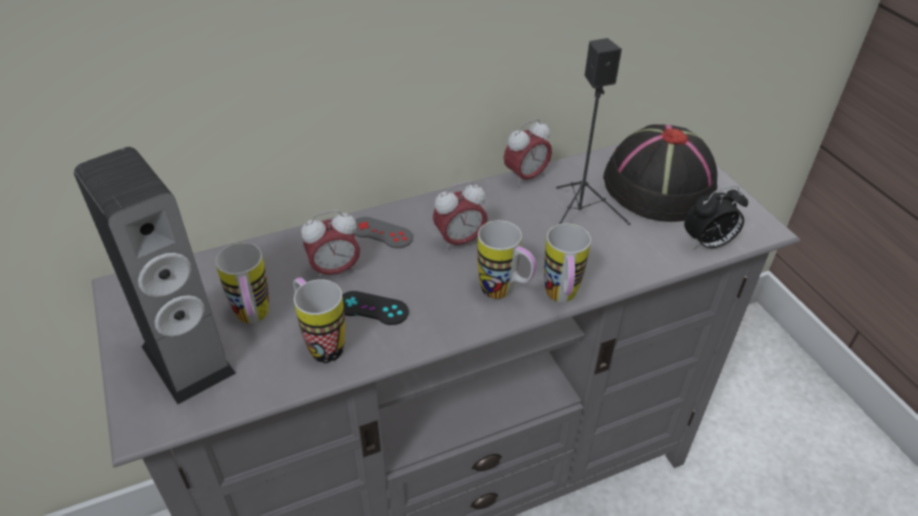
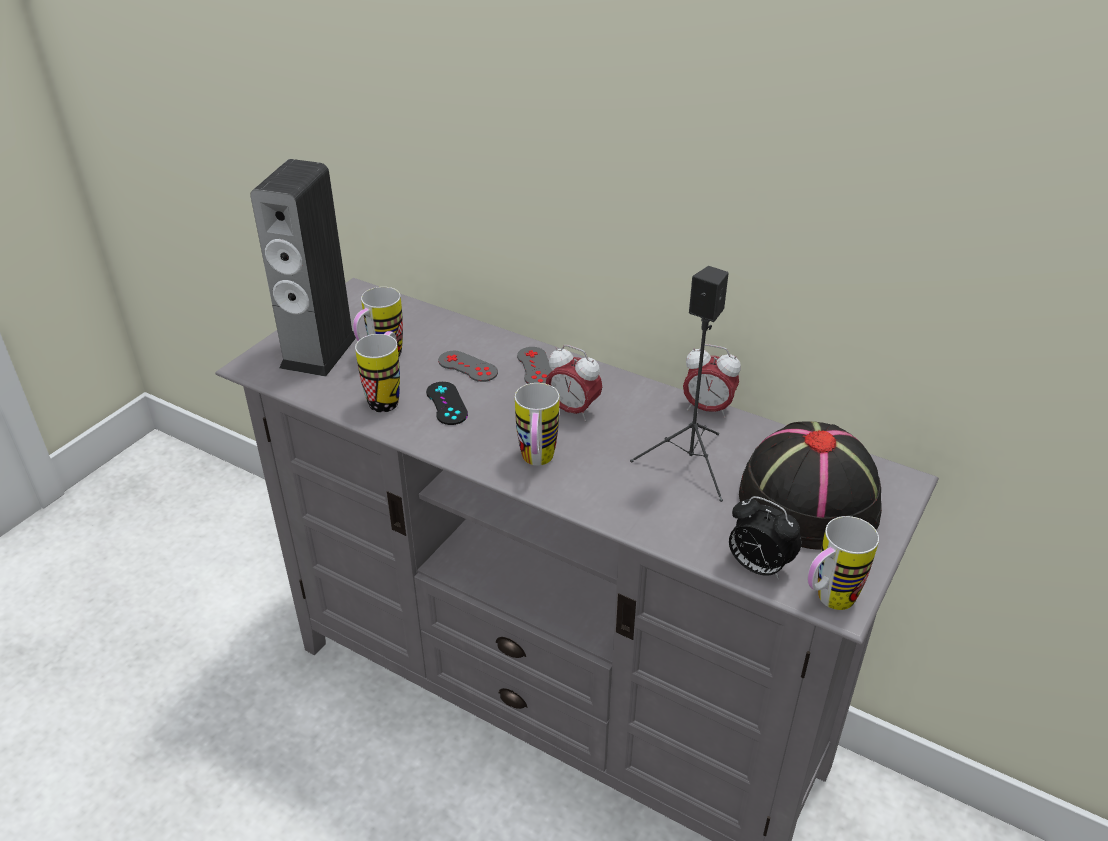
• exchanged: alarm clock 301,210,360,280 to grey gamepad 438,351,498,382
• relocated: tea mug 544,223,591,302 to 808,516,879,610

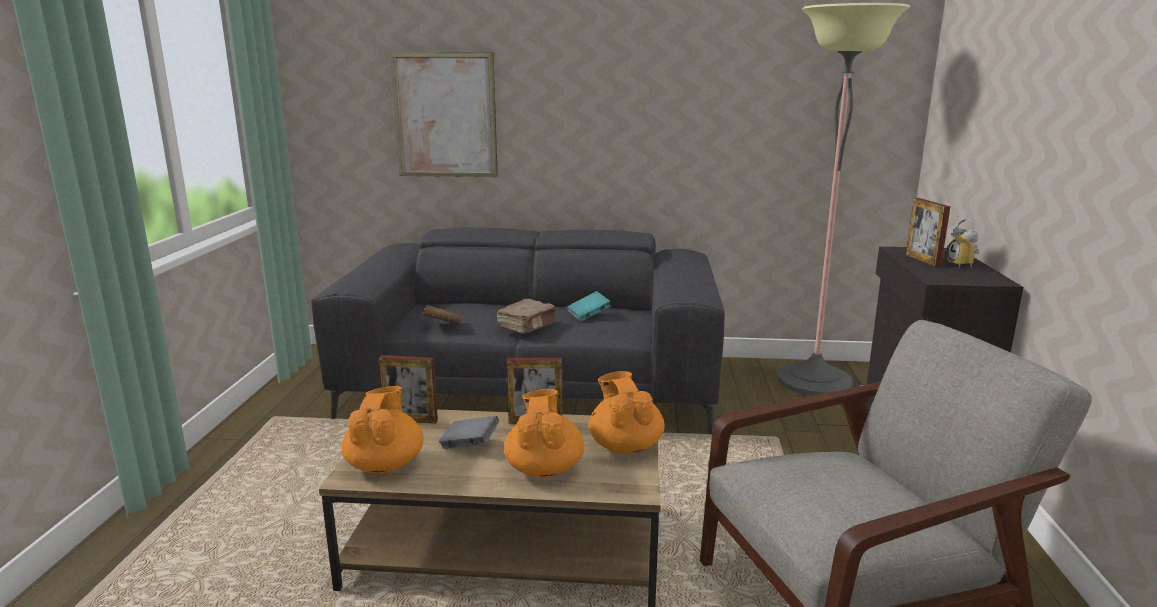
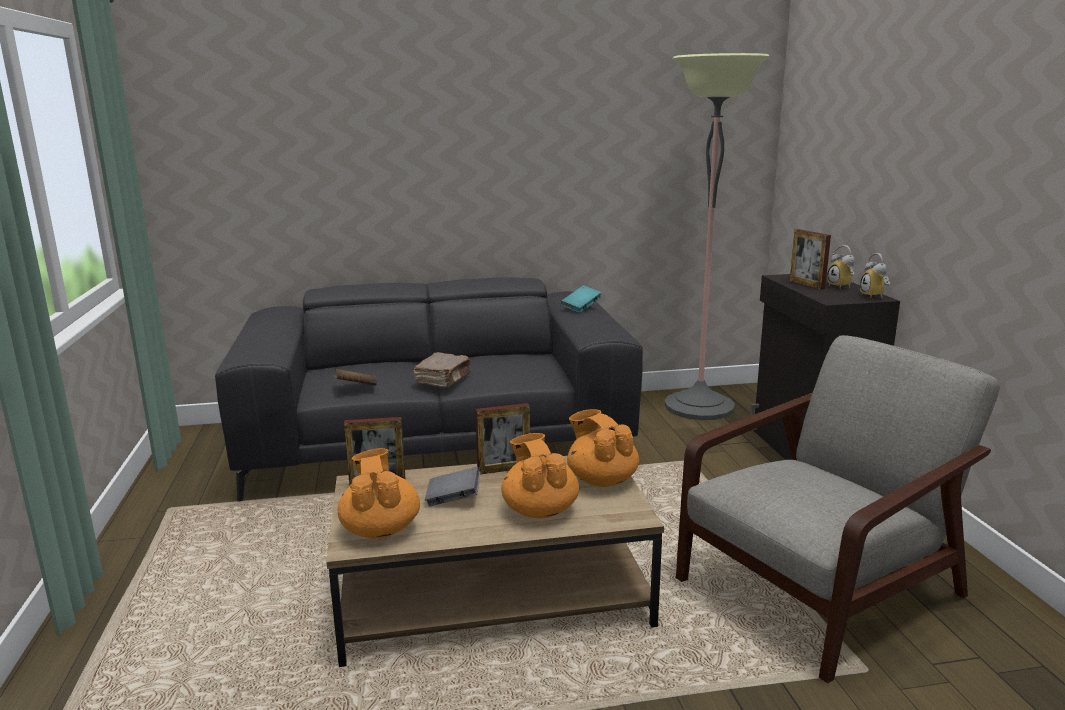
• missing: wall picture 390,52,498,177
• relocated: turquoise-coloured book 567,291,611,321 to 561,285,602,313
• appeared: alarm clock 860,253,890,299

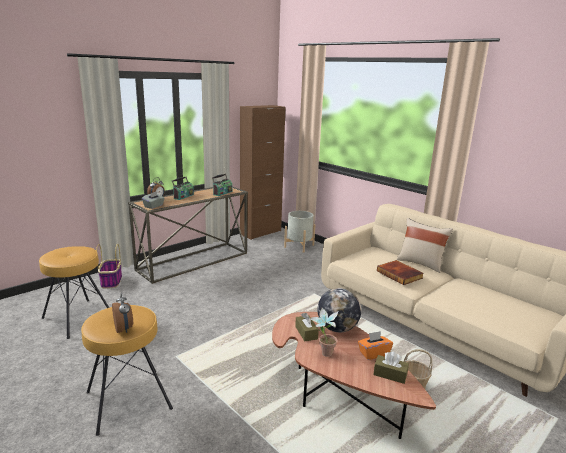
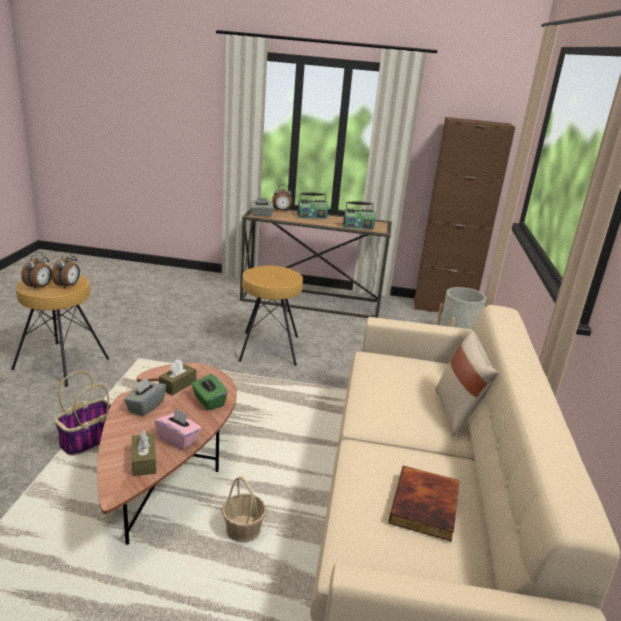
• relocated: brown-coloured sitting stool 39,246,109,339 to 238,266,303,366
• relocated: basket 96,244,122,288 to 55,371,112,456
• exchanged: potted plant 309,308,338,357 to grey tissue holder 124,377,166,416
• exchanged: world globe 317,288,361,332 to green-coloured tissue holder 192,374,227,410
• colour: orange tissue holder 358,331,393,360 to pinkish tissue holder 155,408,202,450
• relocated: book 377,260,424,285 to 389,466,460,542
• appeared: alarm clock 52,251,80,289

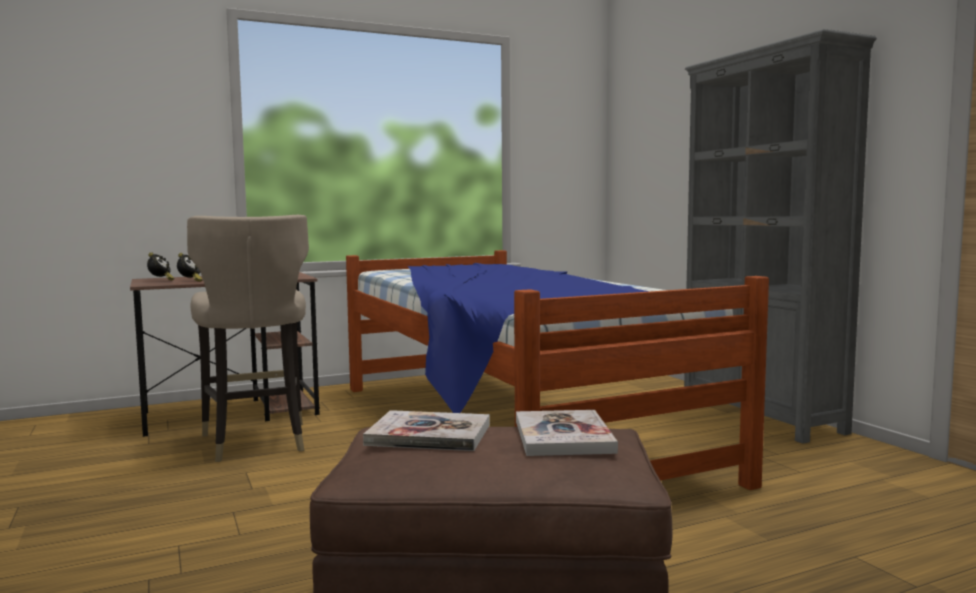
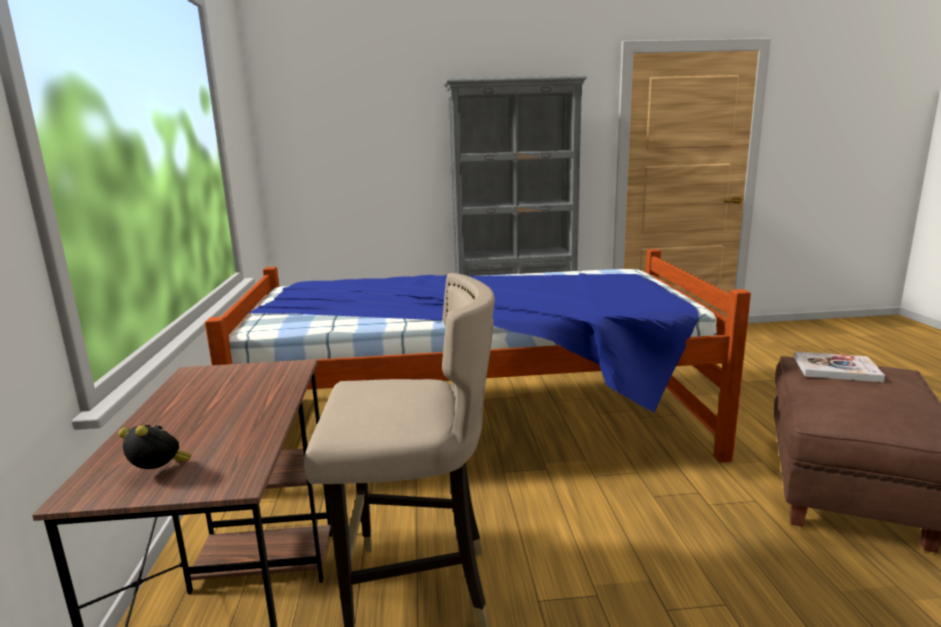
• missing: alarm clock 177,253,203,282
• missing: book 363,410,490,451

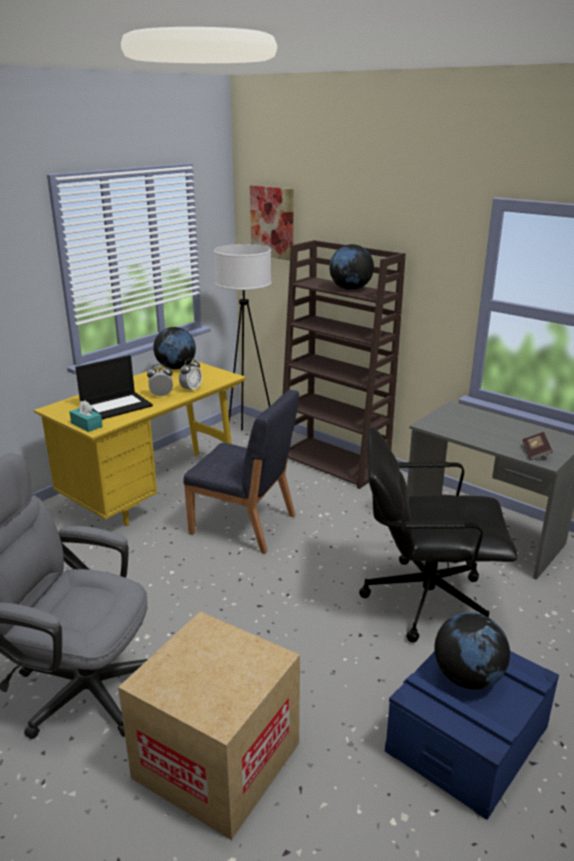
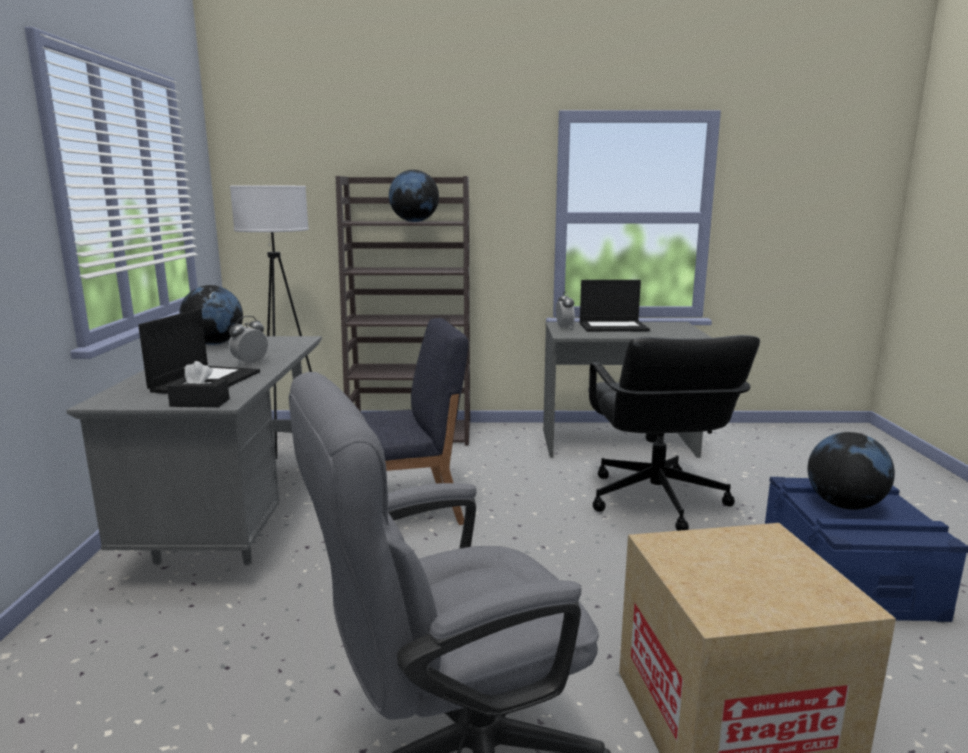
• colour: yellow-coloured desk 34,360,246,526 to grey desk 66,336,322,565
• colour: turquoise-coloured tissue holder 69,400,103,432 to black tissue holder 167,361,230,407
• relocated: alarm clock 179,358,202,392 to 556,291,575,329
• missing: wall picture 250,185,294,261
• spun: black computer chair 359,427,518,643 = 588,335,760,531 60 degrees counterclockwise
• missing: book 523,432,553,460
• appeared: portable computer 579,280,650,332

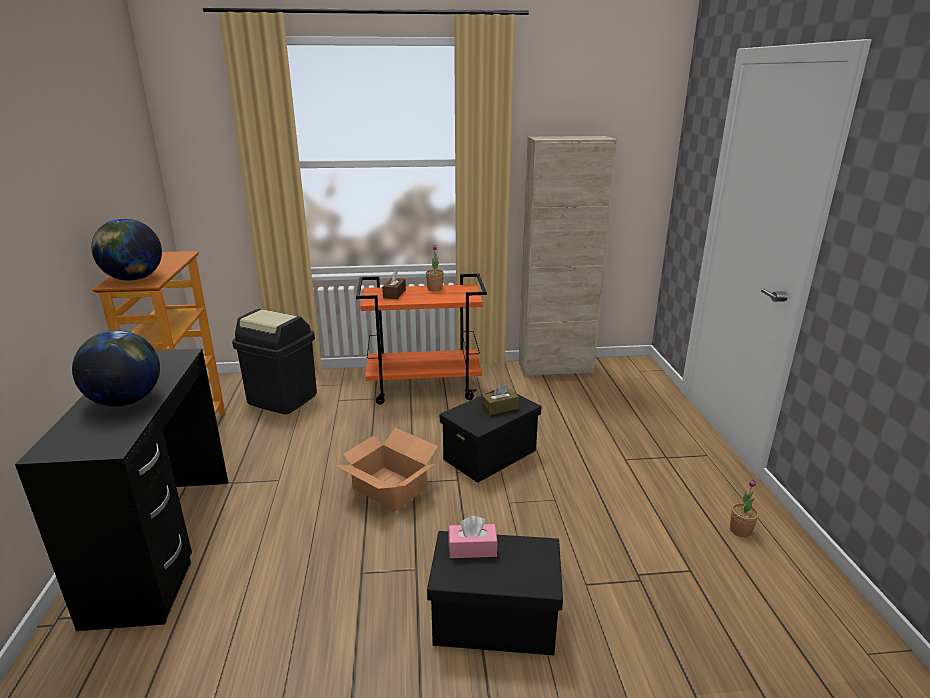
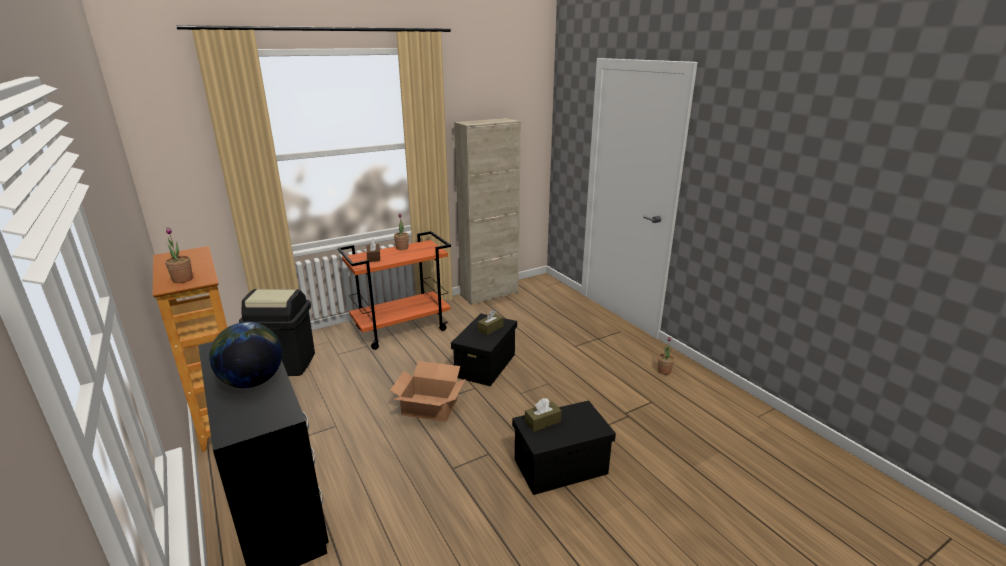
• exchanged: world globe 91,219,162,281 to potted plant 165,227,193,283
• colour: pinkish tissue holder 448,516,498,558 to brown-coloured tissue holder 525,398,562,432

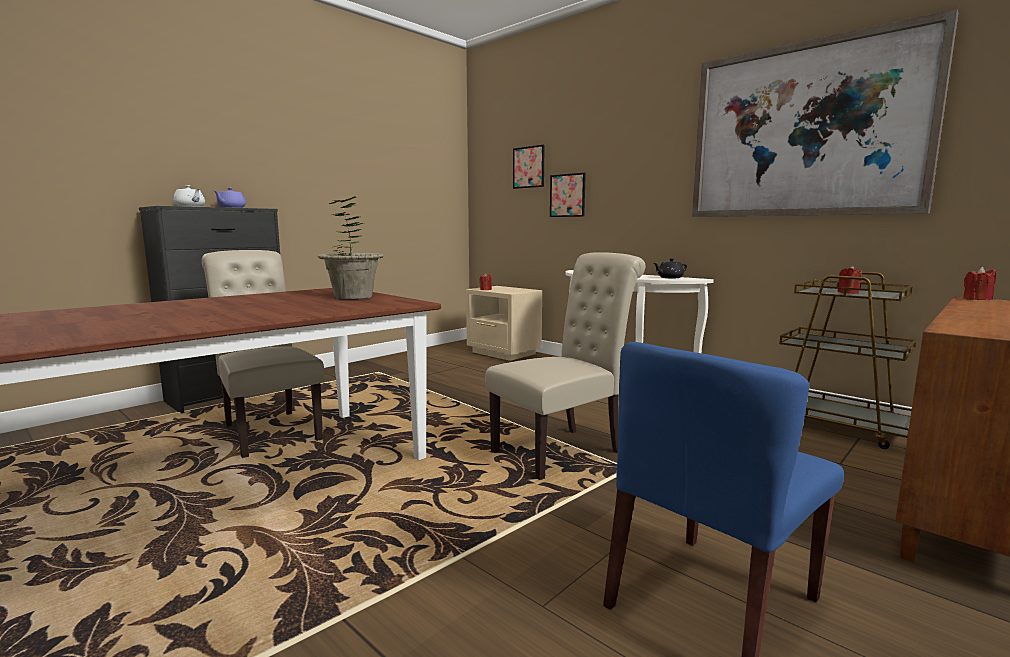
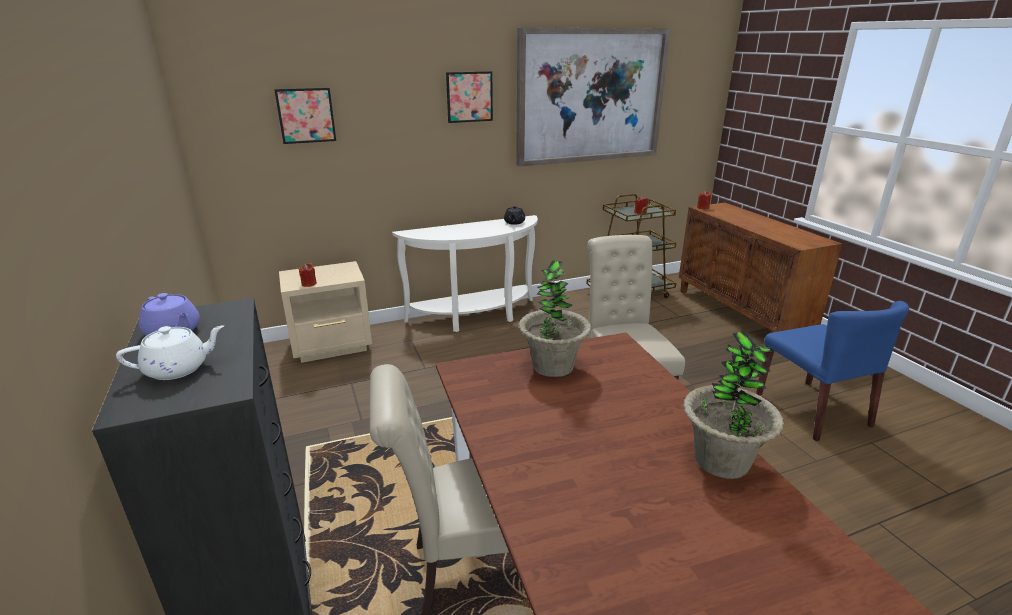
• relocated: wall picture 550,173,586,217 to 446,71,493,123
• appeared: potted plant 683,331,784,479

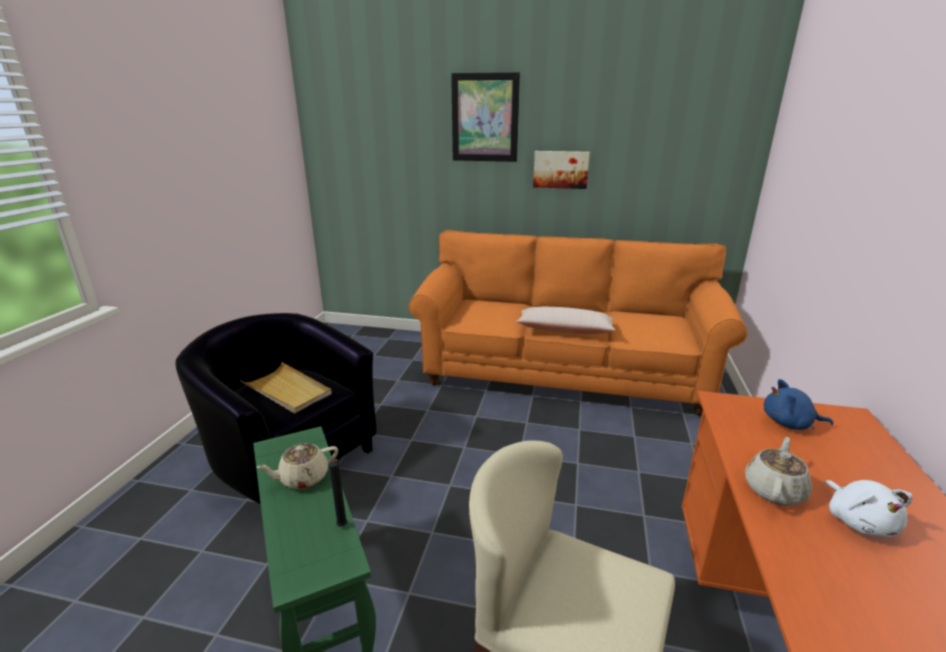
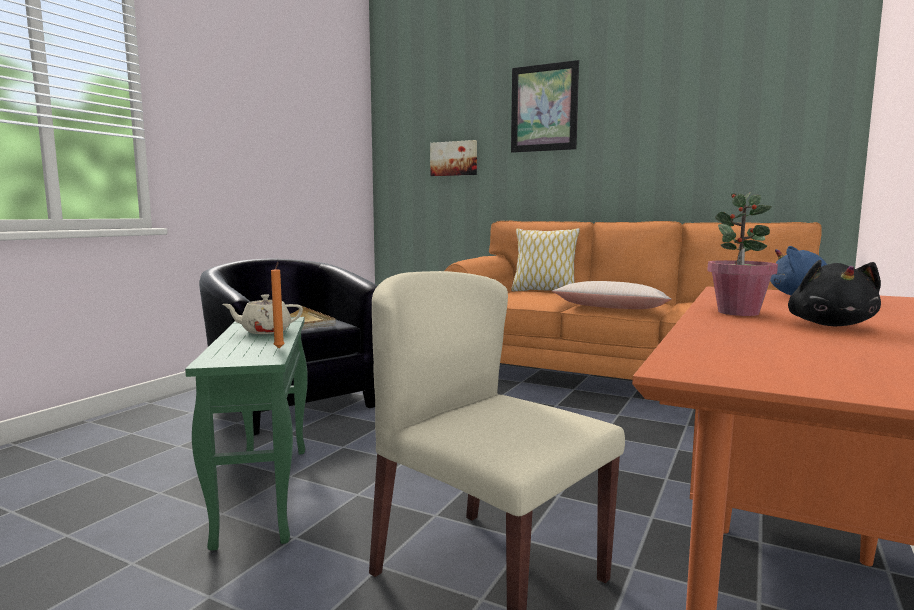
• colour: black wax light 329,459,348,527 to orange wax light 271,262,285,348
• relocated: wall picture 533,151,590,189 to 430,140,477,176
• exchanged: beige pot for tea 745,437,812,505 to potted plant 707,192,778,316
• colour: white-coloured plush toy 824,480,913,537 to black plush toy 788,260,881,326
• appeared: pillow 511,228,580,291

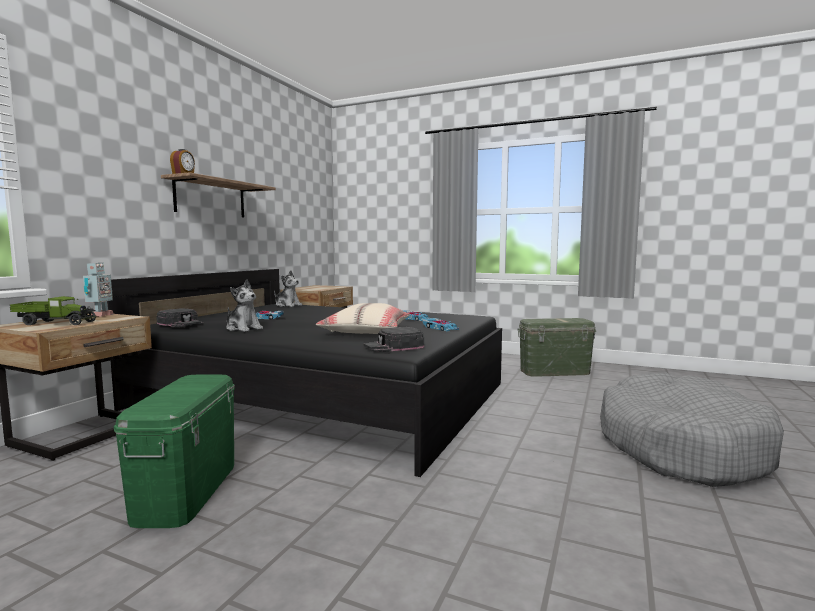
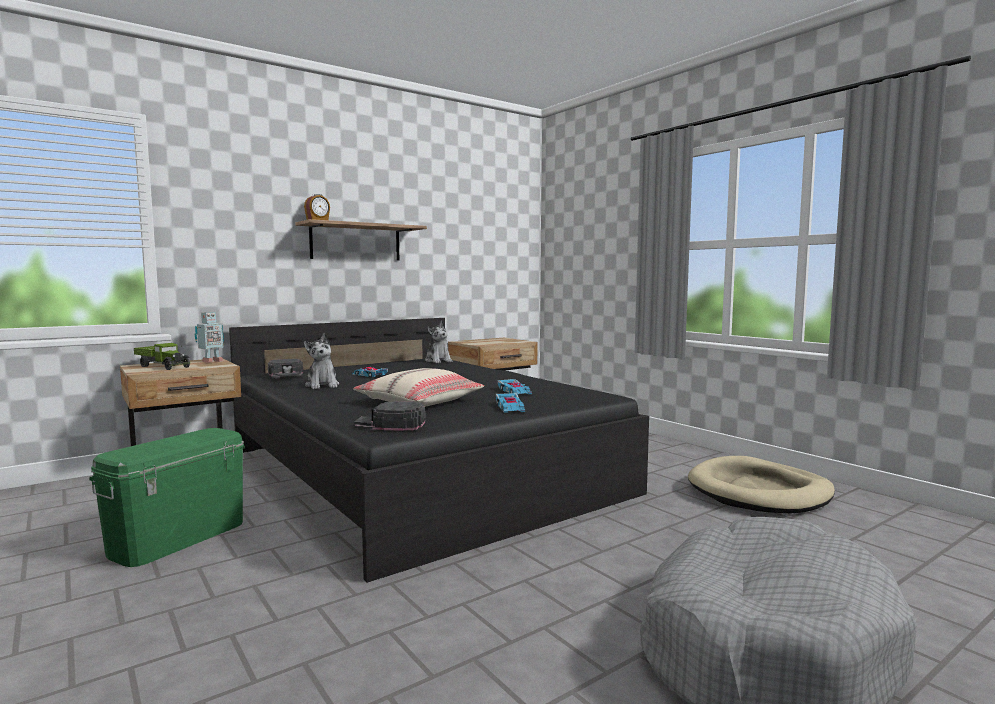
• exchanged: green-coloured storage bin 518,318,596,377 to beige dog cushion 688,456,835,514

